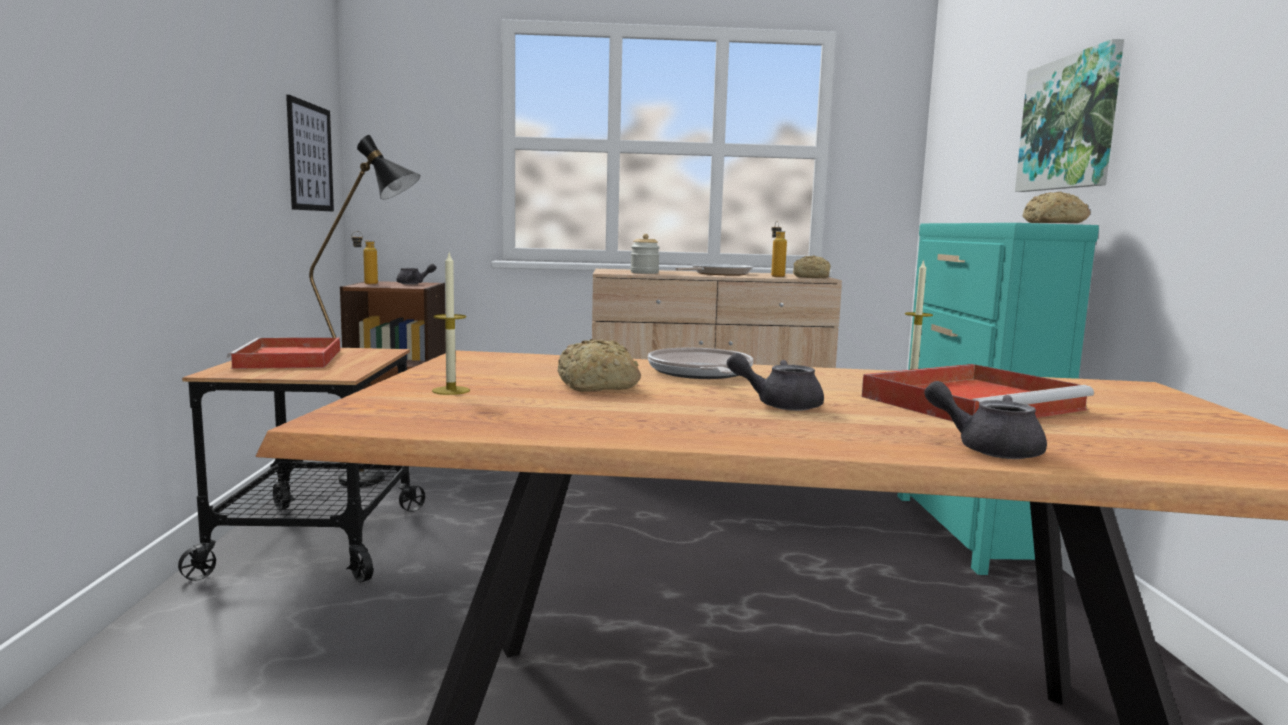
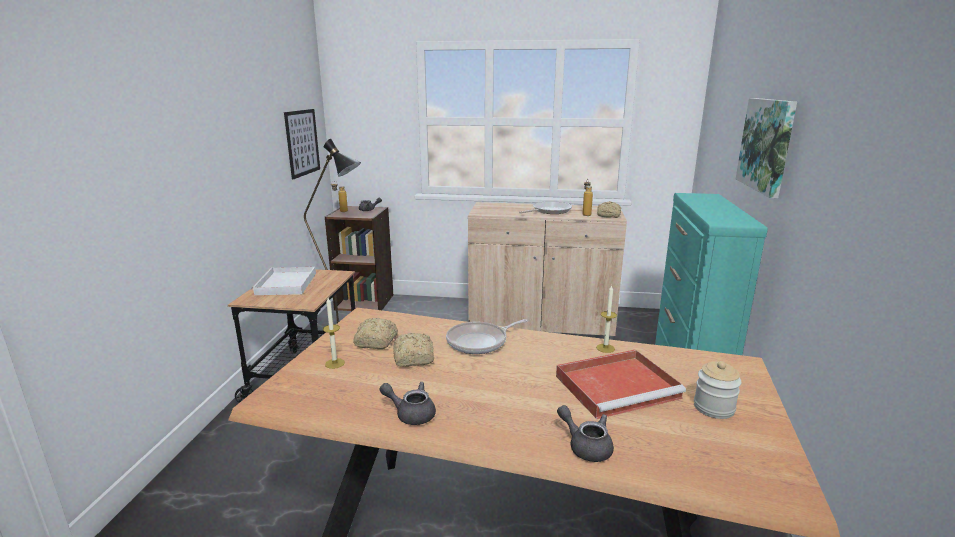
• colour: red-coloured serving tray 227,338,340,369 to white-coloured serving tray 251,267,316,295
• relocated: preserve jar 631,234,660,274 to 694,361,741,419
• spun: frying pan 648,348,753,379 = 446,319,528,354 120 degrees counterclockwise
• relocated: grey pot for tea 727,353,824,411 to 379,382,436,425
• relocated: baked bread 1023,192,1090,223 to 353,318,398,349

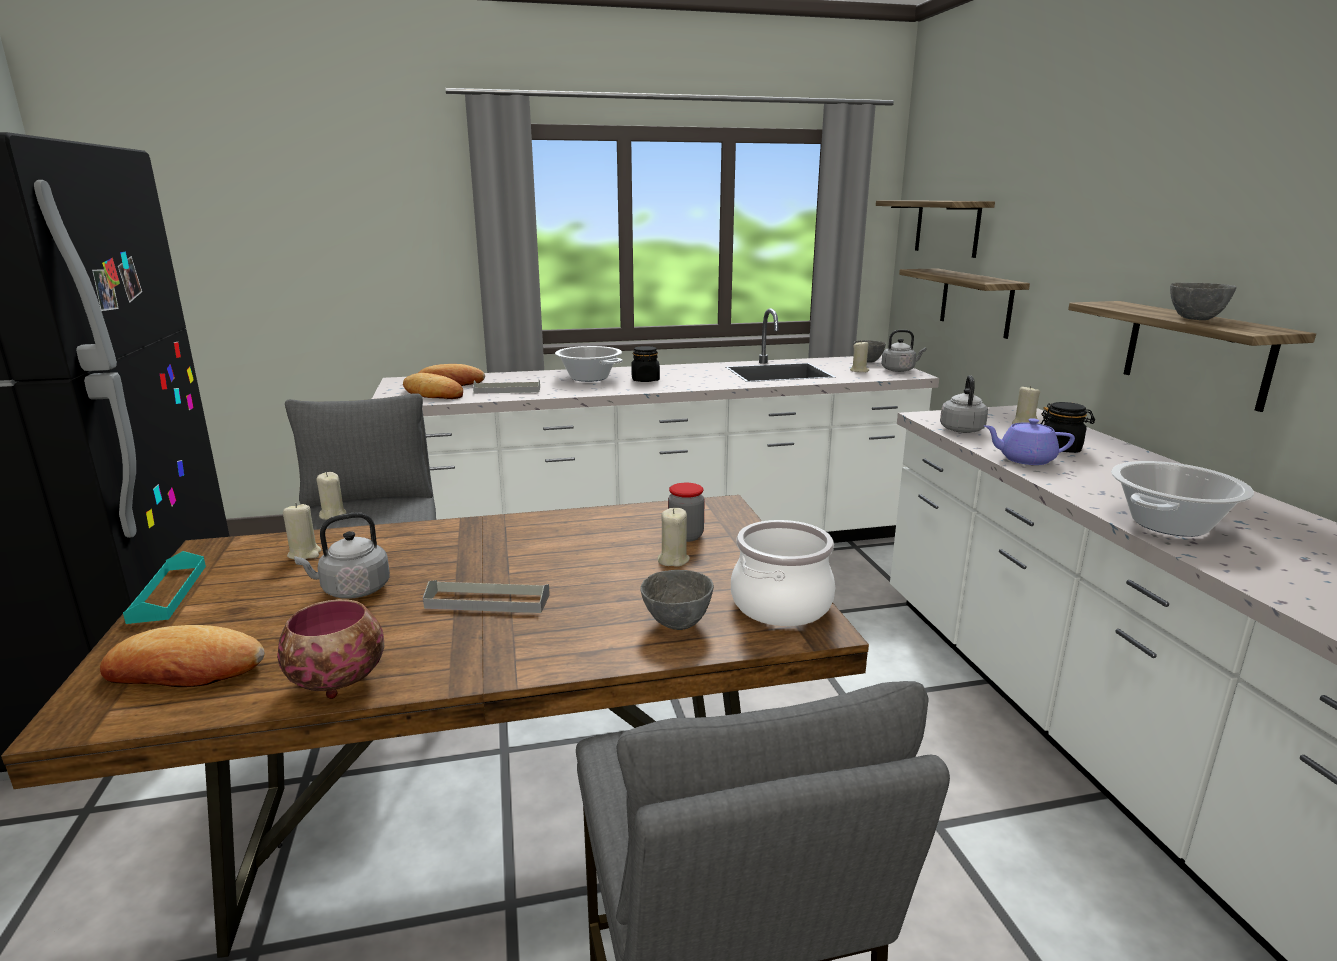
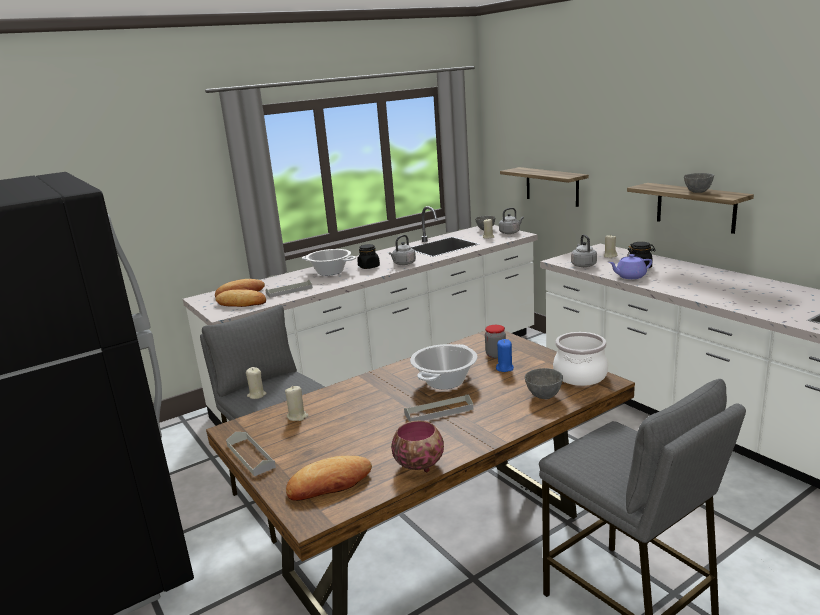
• colour: turquoise-coloured serving tray 123,551,206,624 to grey serving tray 226,432,276,476
• relocated: grey kettle 294,512,390,599 to 389,235,416,265
• colour: beige wax light 657,508,690,567 to blue-coloured wax light 496,339,514,372
• missing: wall shelf 876,200,995,258
• relocated: saucepot 1111,461,1254,537 to 410,344,478,389

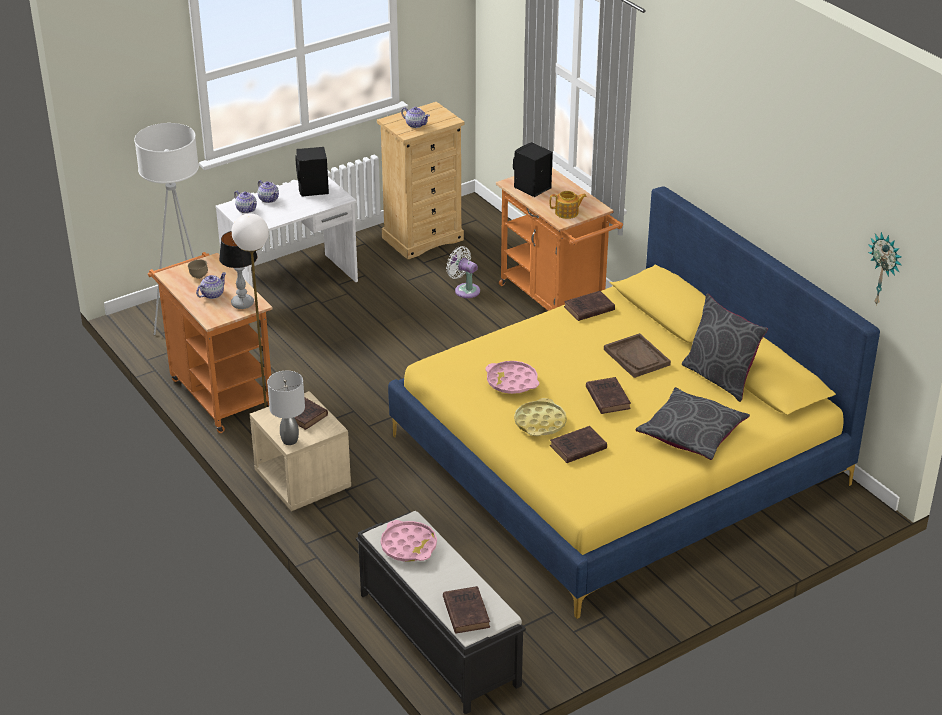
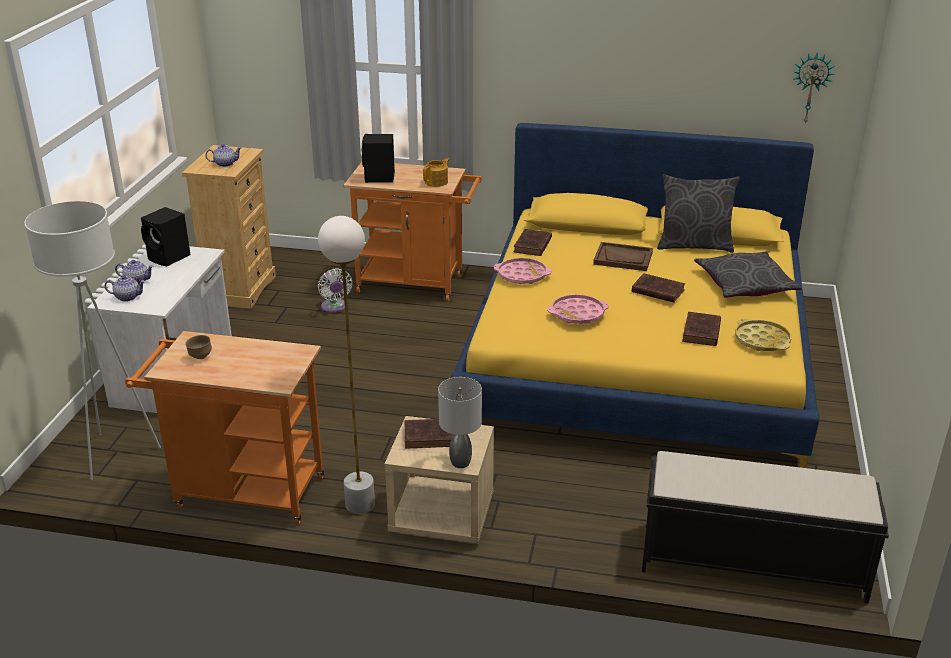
• missing: pot for tea 196,272,226,299
• missing: lamp for a table 219,231,257,309
• relocated: pinkish serving tray 381,520,437,562 to 494,258,552,284
• missing: brown-coloured book 443,586,490,634
• spun: white-coloured electric fan 446,246,480,298 = 318,268,353,313 105 degrees counterclockwise
• relocated: yellow-coloured serving tray 514,398,567,436 to 735,319,791,351

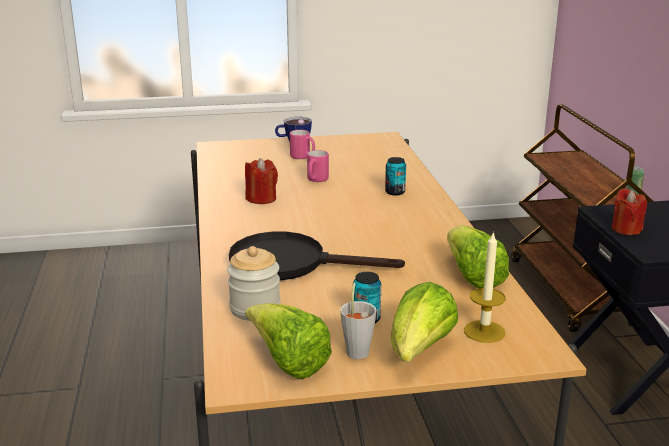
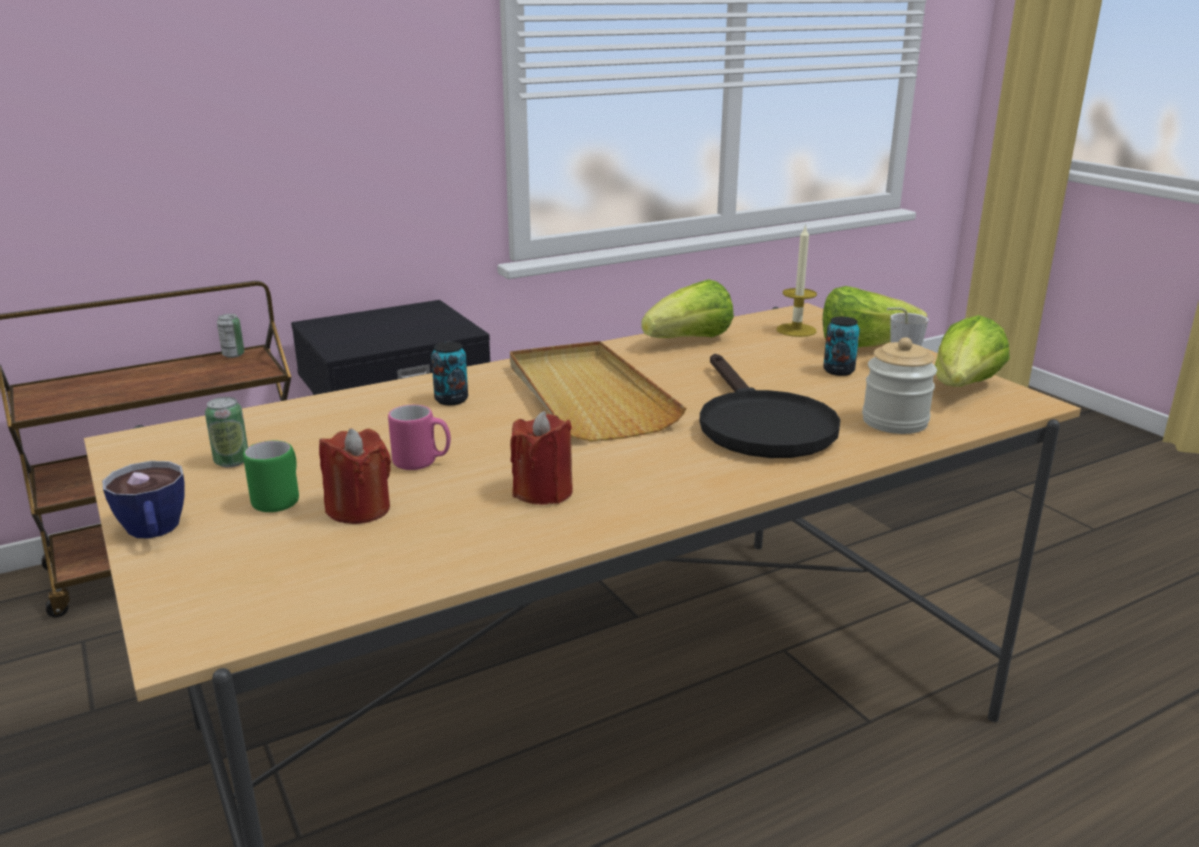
• colour: pinkish tea mug 290,130,315,159 to green-coloured tea mug 243,441,299,512
• relocated: red-coloured wax light 612,189,647,235 to 319,429,391,524
• appeared: metal can 205,397,248,467
• appeared: beige serving tray 510,341,686,442

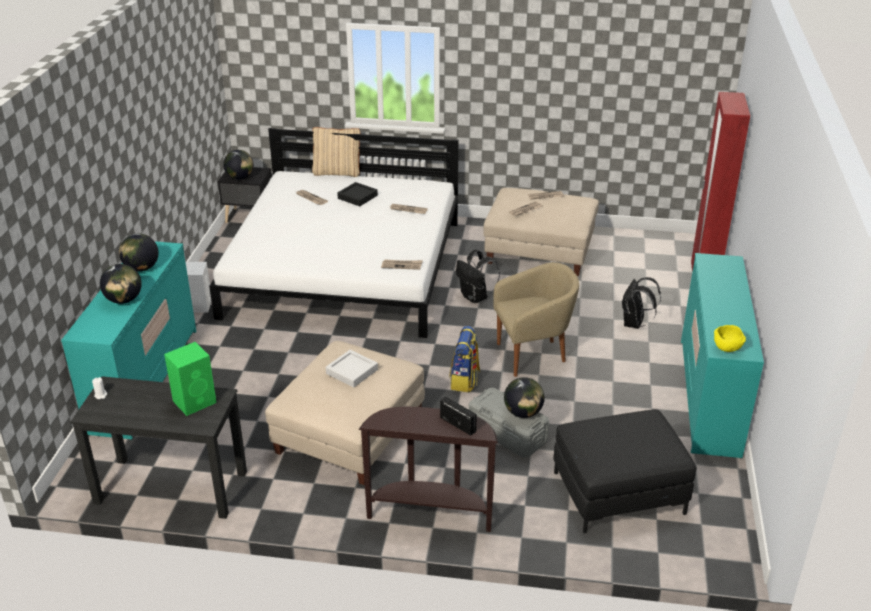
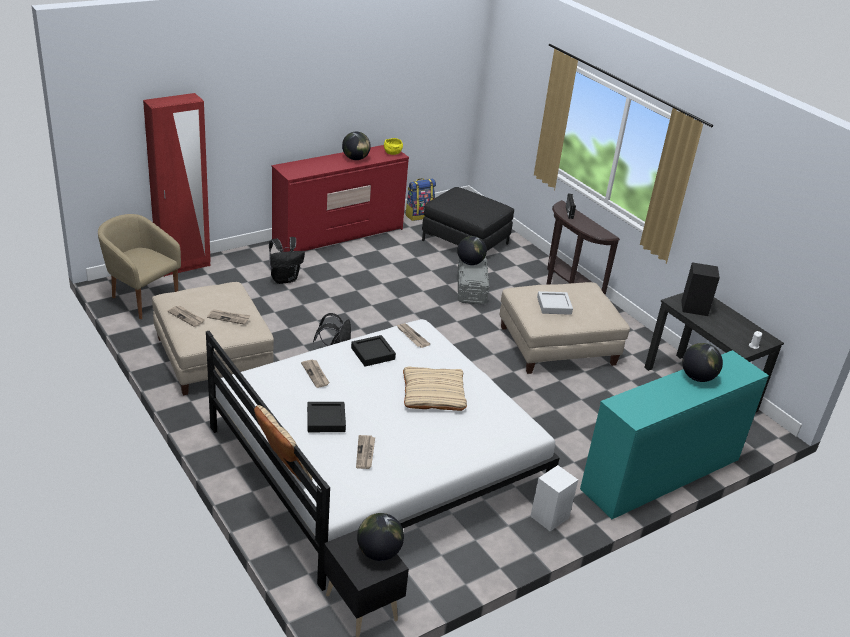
• relocated: world globe 119,234,159,272 to 342,132,371,160
• colour: green-coloured loudspeaker 164,342,217,416 to black loudspeaker 681,262,720,316
• relocated: backpack 450,326,480,392 to 405,178,436,221
• relocated: beige easy chair 493,262,579,377 to 98,214,181,319
• colour: turquoise-coloured drawer chest 681,253,764,458 to red-coloured drawer chest 272,145,409,252
• appeared: black serving tray 351,335,396,366
• appeared: beige pillow 403,367,467,411

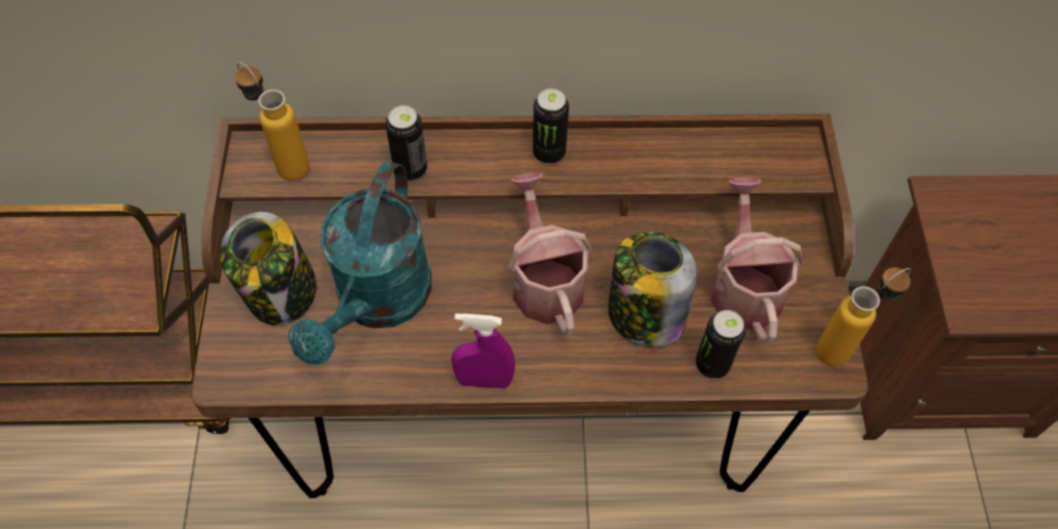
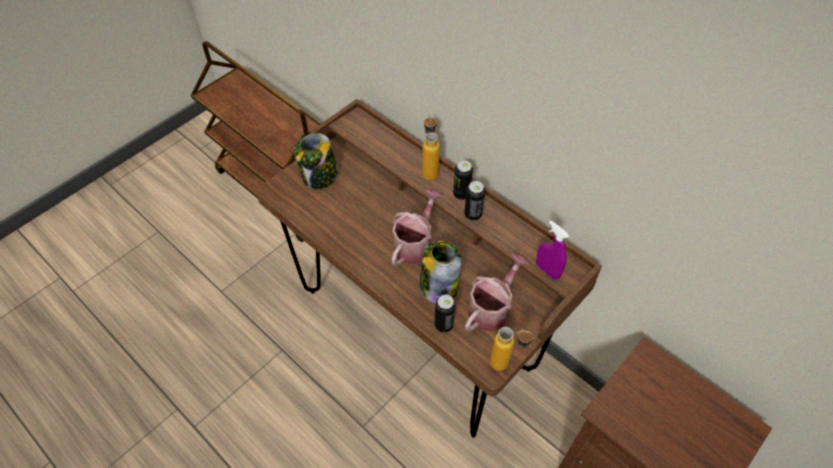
• relocated: beverage bottle 235,62,310,181 to 422,115,440,180
• missing: turquoise-coloured watering pot 288,161,432,365
• relocated: metal can 386,105,427,181 to 464,181,485,221
• relocated: purple-coloured hand sprayer 451,313,515,389 to 536,221,569,280

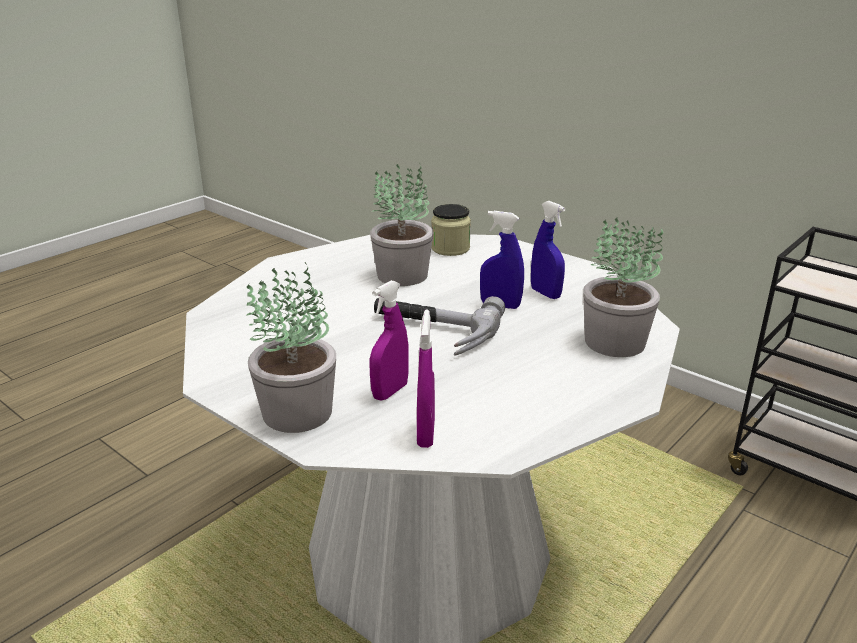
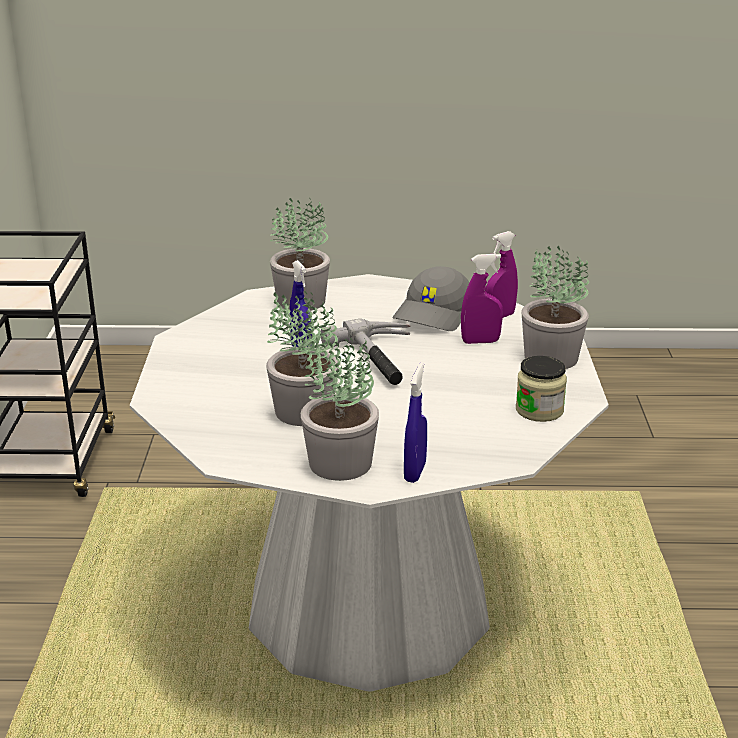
• relocated: preserve jar 431,204,471,256 to 516,356,567,422
• relocated: blue-coloured hand sprayer 531,201,566,299 to 404,362,427,483
• appeared: potted plant 301,338,379,481
• appeared: grey baseball cap 392,266,469,331

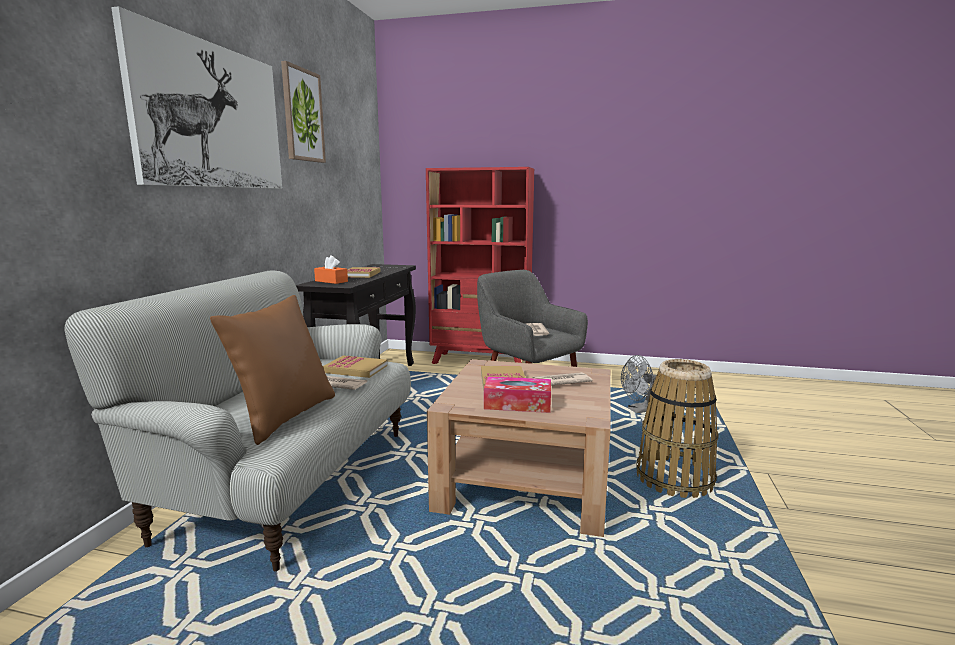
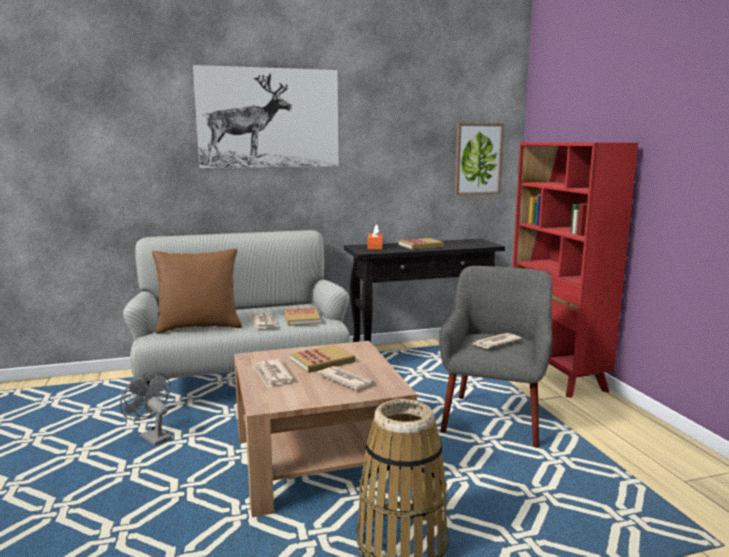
• relocated: wall picture 281,61,326,163 to 455,123,504,195
• exchanged: tissue holder 484,376,551,413 to daily paper 252,359,294,388
• relocated: grey electric fan 621,355,656,413 to 120,371,172,446

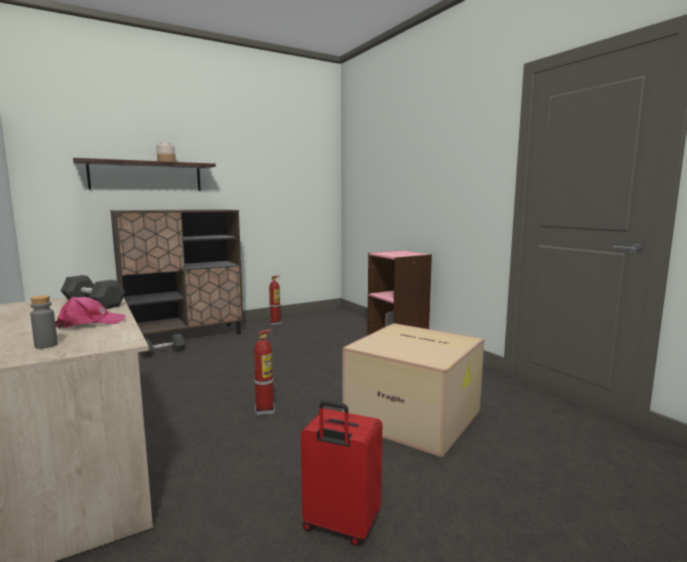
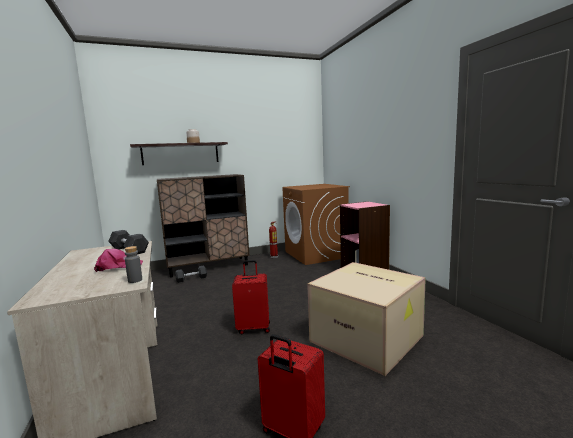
• relocated: grey beverage bottle 30,295,58,349 to 125,246,142,283
• exchanged: extinguisher 254,329,275,416 to red-coloured travel case 232,260,270,334
• appeared: brown-coloured laundry machine 282,184,350,265

